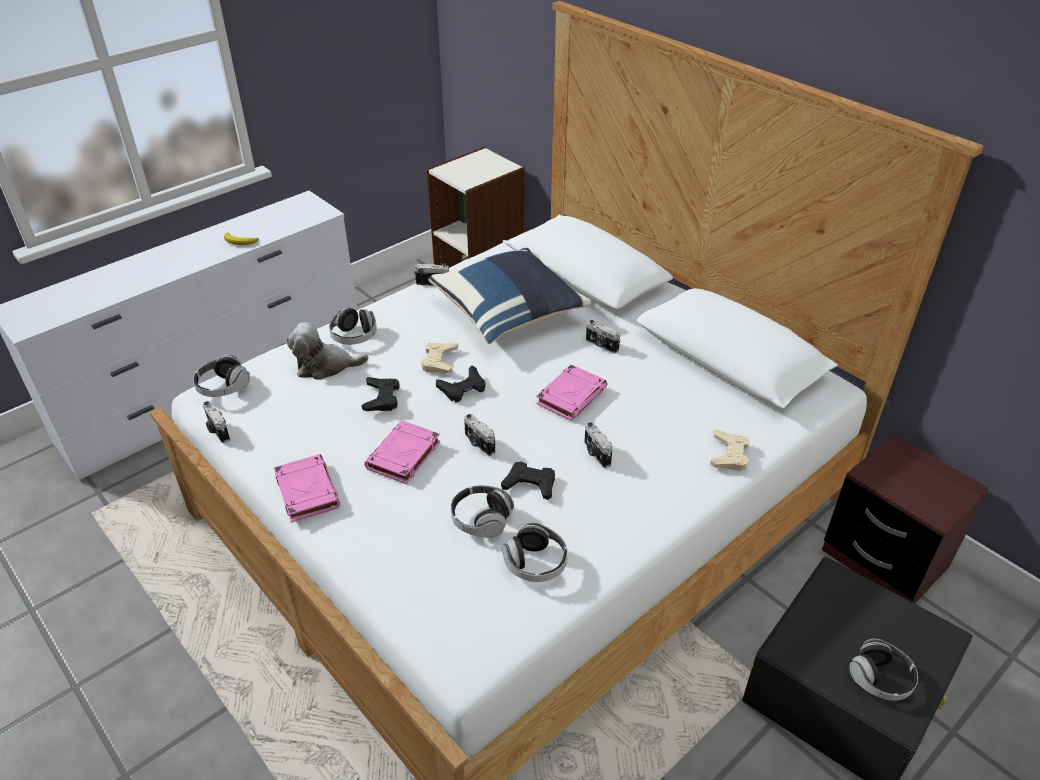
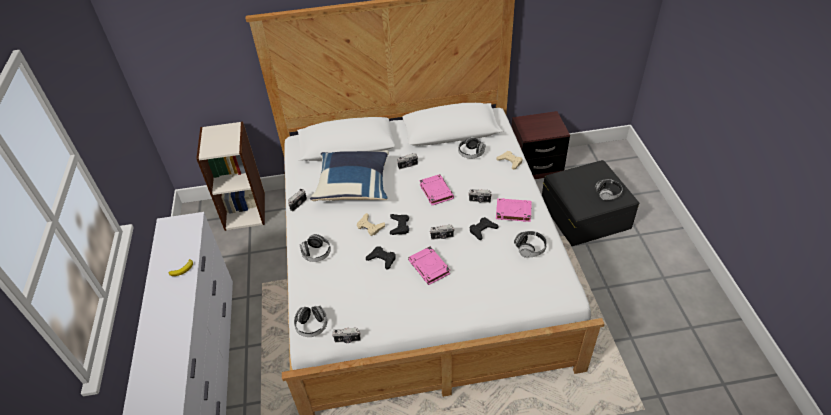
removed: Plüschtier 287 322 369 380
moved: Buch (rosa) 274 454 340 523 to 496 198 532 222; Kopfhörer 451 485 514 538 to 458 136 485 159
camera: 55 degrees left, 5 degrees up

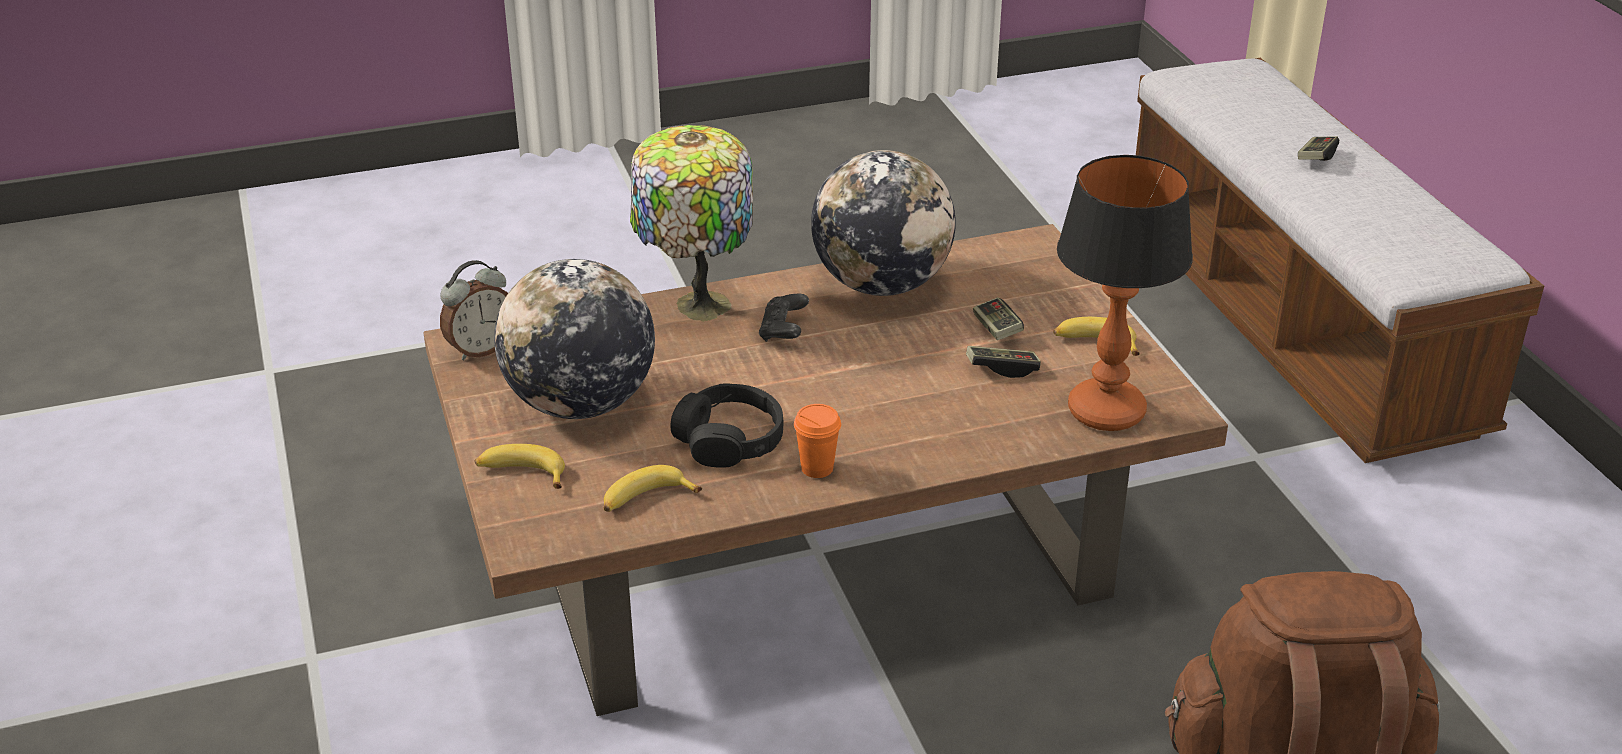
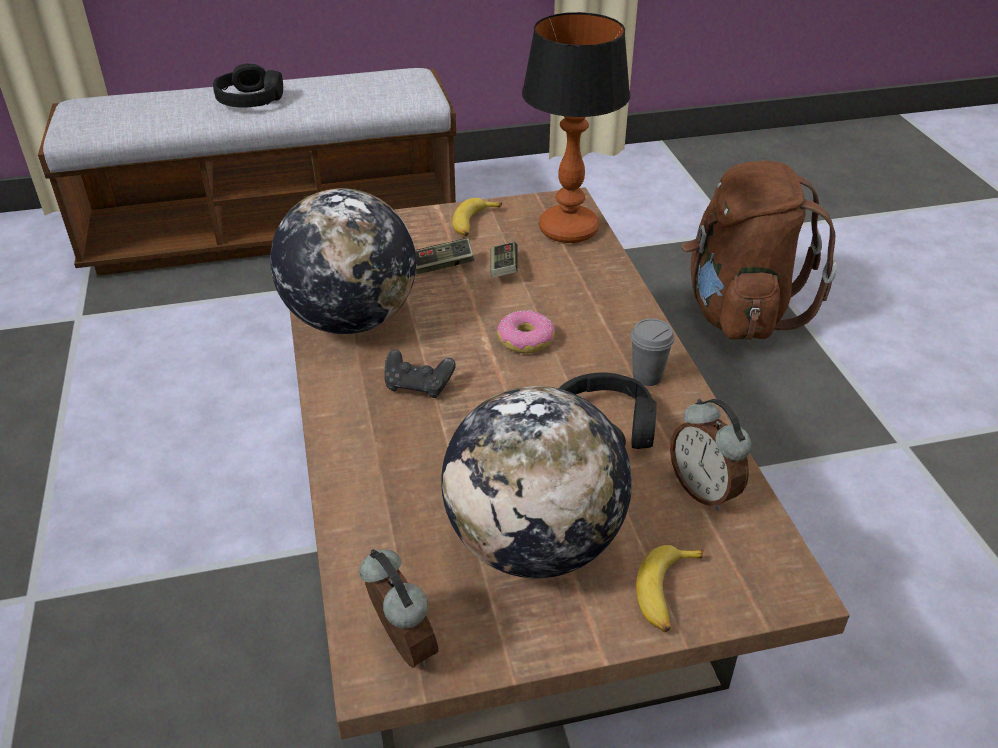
removed: Tischlampe 630 125 753 322
added: Donut 497 310 555 354
replaced: Gamepad 1298 136 1339 161 to Kopfhörer (schwarz) 213 63 283 108; Banane 604 465 702 512 to Wecker 670 399 752 511
recoloured: Tasse (orange) 794 404 841 478 to Tasse (grau) 630 319 675 386
camera: 85 degrees left, 5 degrees up

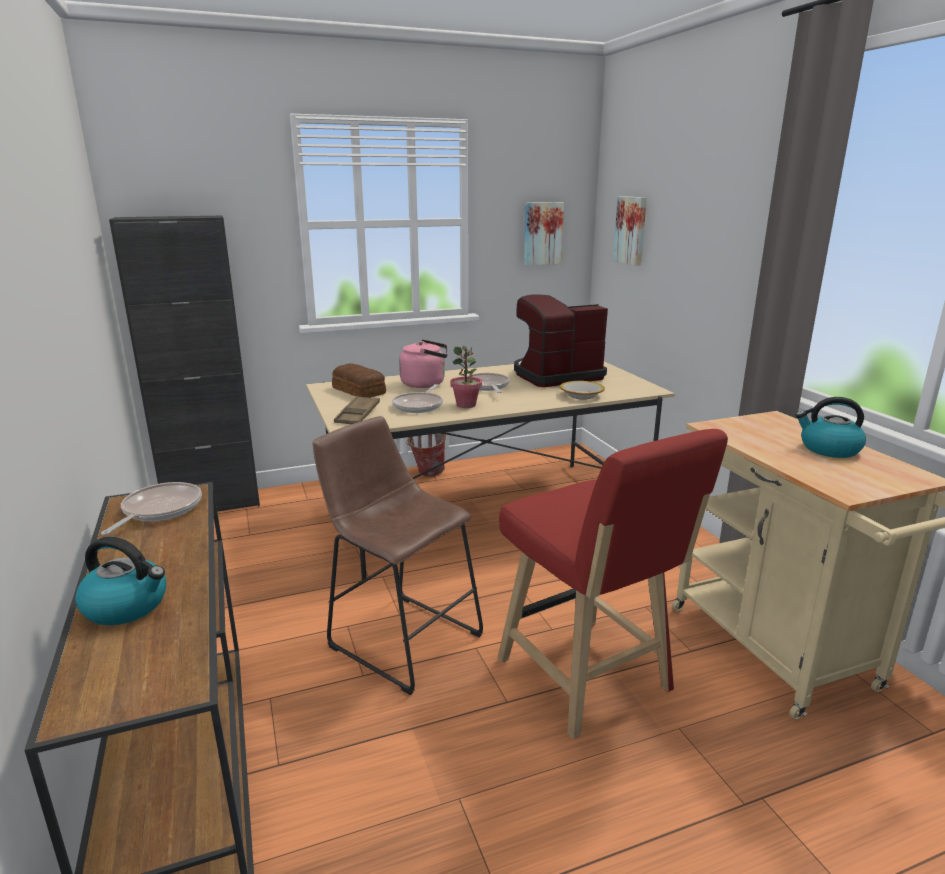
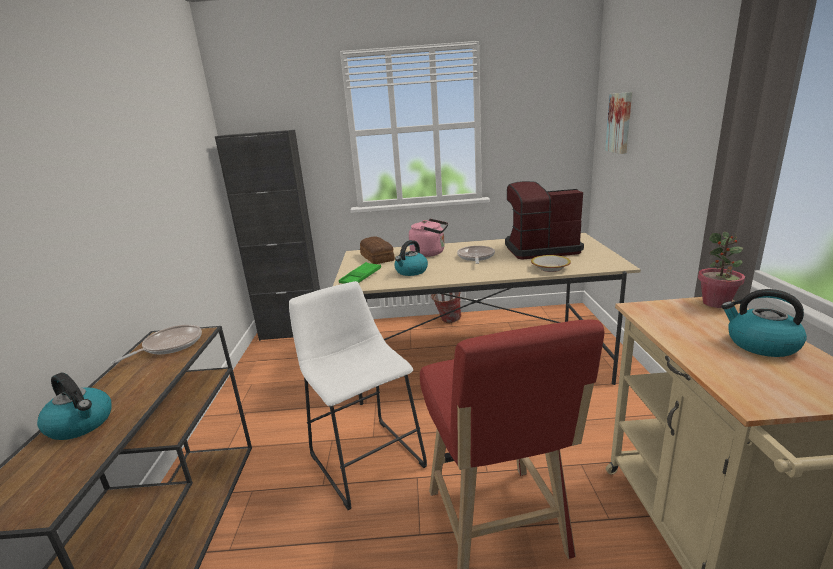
removed: Bild 524 202 564 265
moved: Topfpflanze 450 346 482 408 to 698 232 745 308
replaced: Pfanne 392 384 443 413 to Wasserkessel 394 240 428 276
recoloured: Tablett (braun) 334 396 380 424 to Tablett (grün) 339 262 381 284; Hocker (braun) 313 416 483 695 to Hocker (weiß) 289 281 427 510
camera: 20 degrees right, 0 degrees up

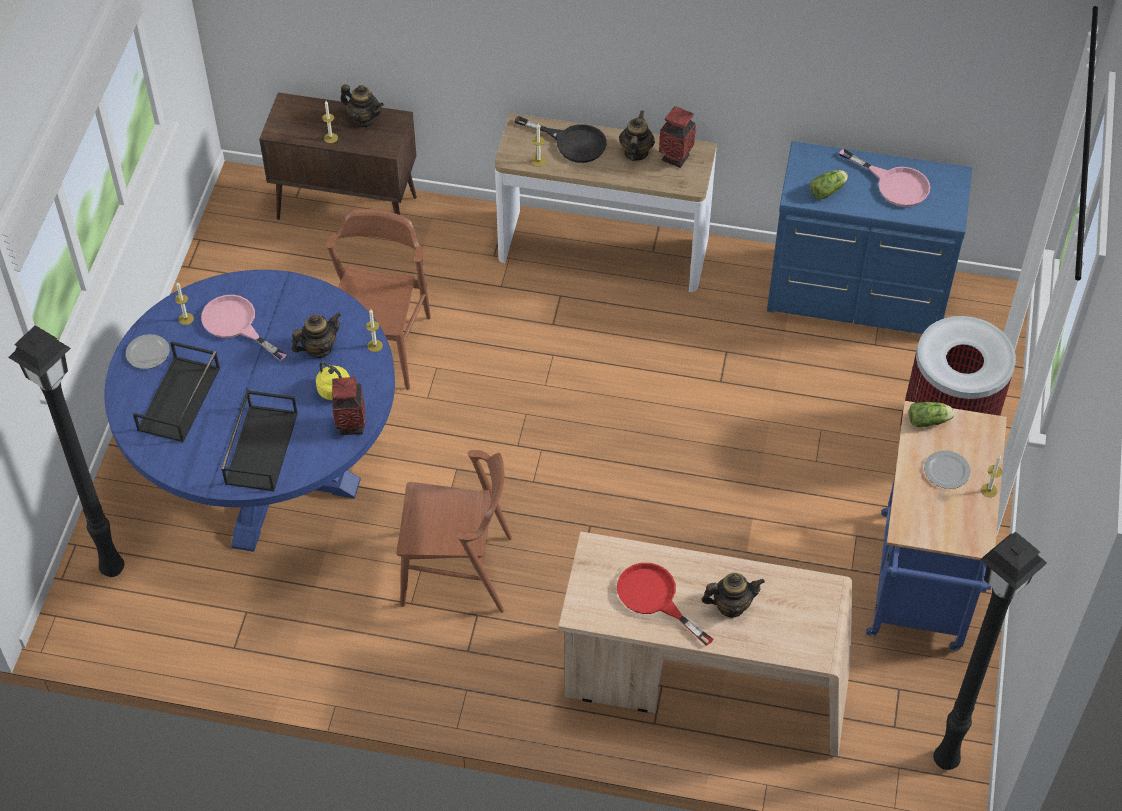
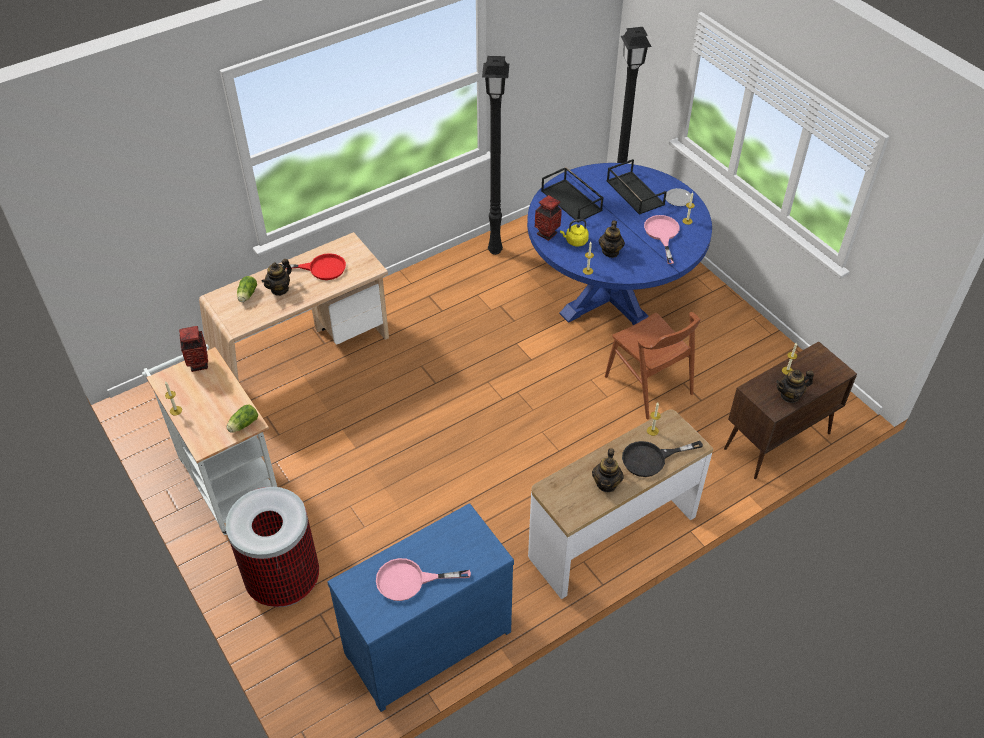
removed: Stuhl (braun) 396 450 512 613; Teller 924 450 971 489
moved: Vase 659 106 696 168 to 179 326 208 372; Salatkopf 810 170 848 199 to 237 276 257 302; Stehlampe (schwarz) 933 531 1047 770 to 482 56 509 255
recoloured: Rollwagen (blau) 866 401 1007 651 to Rollwagen (weiß) 142 344 277 535
turned: Teekanne 619 110 655 161 = 592 448 624 492 45 degrees clockwise; Pfanne (rosa) 201 295 287 361 = 644 215 680 264 90 degrees counterclockwise
camera: 135 degrees right, 5 degrees down

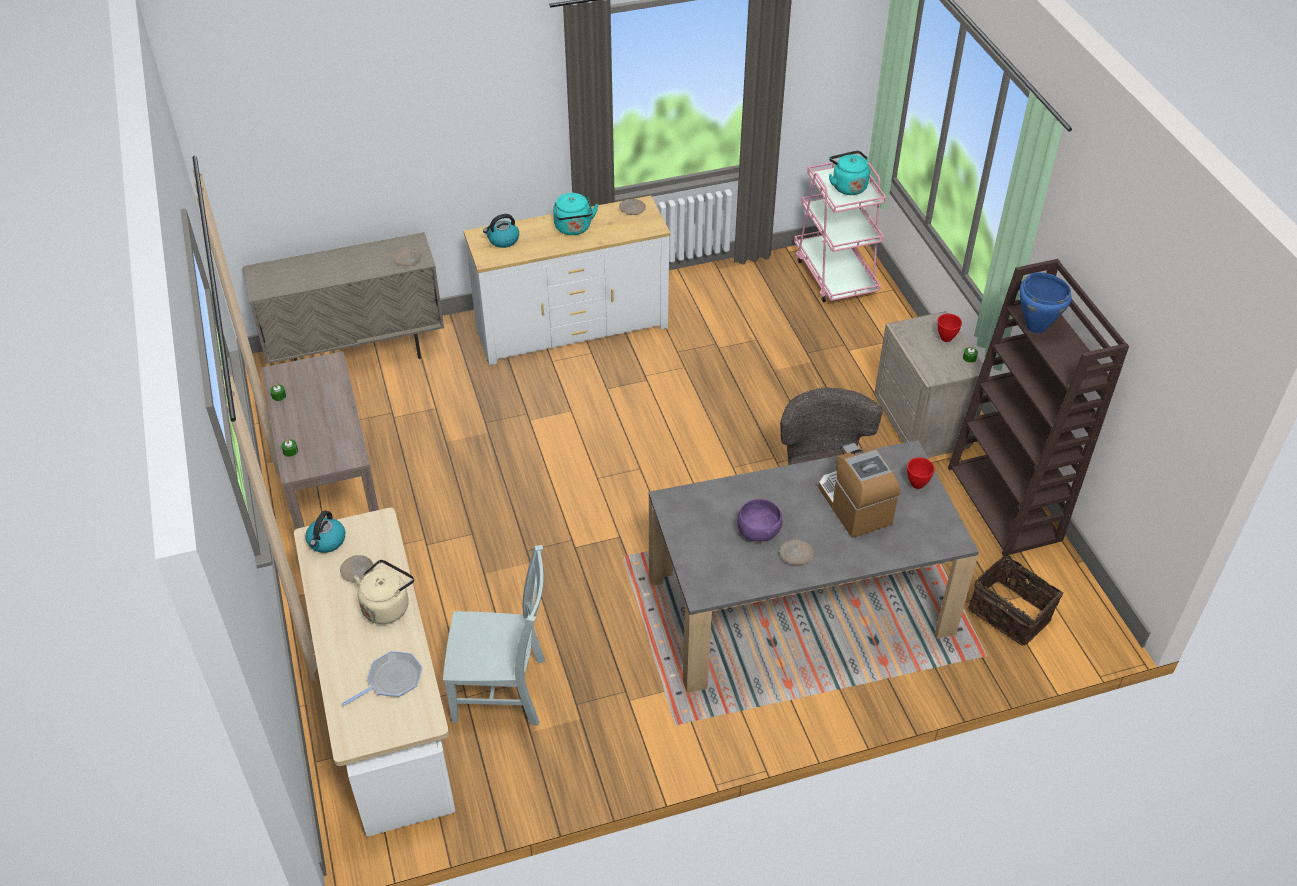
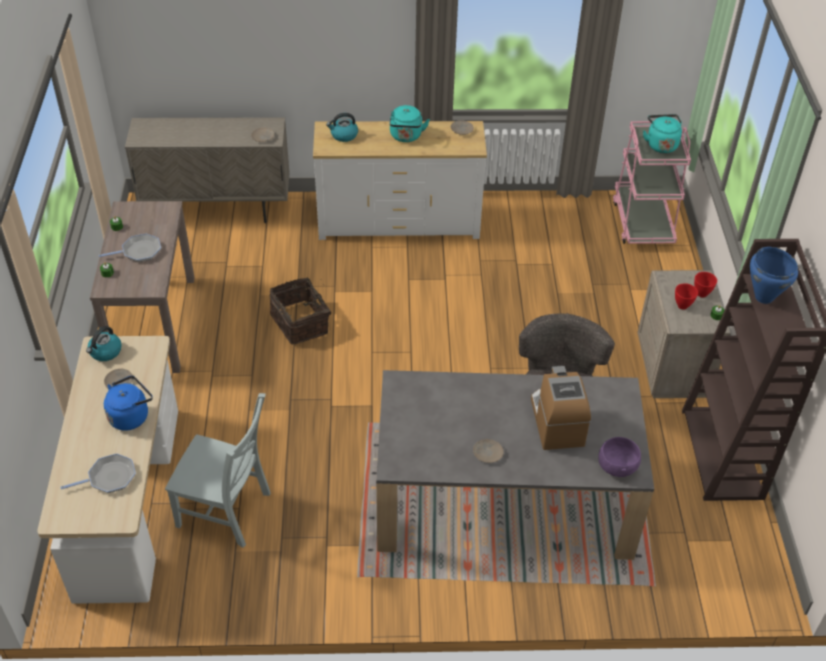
added: Pfanne 99 234 161 262
moved: Schüssel (rot) 907 457 935 489 to 675 283 698 310; Schüssel (lila) 737 499 783 542 to 598 437 641 477; Korb 968 552 1063 646 to 270 277 331 345
recoloured: Wasserkessel (beige) 354 560 414 624 to Wasserkessel (blau) 104 376 153 431
camera: 15 degrees right, 0 degrees up

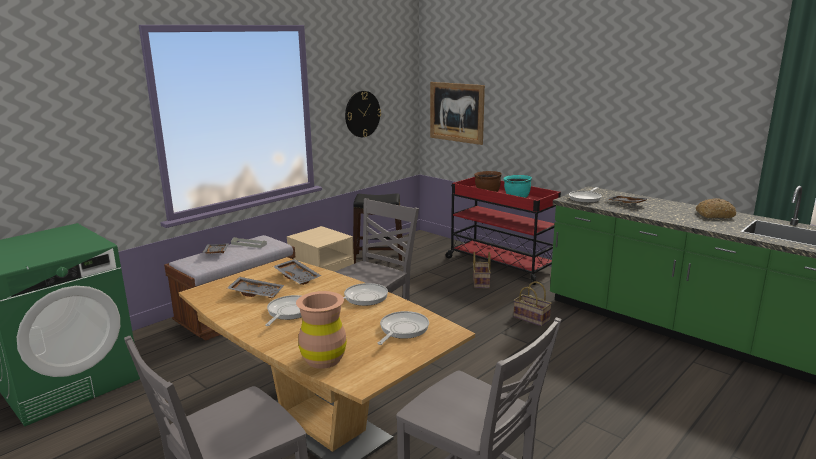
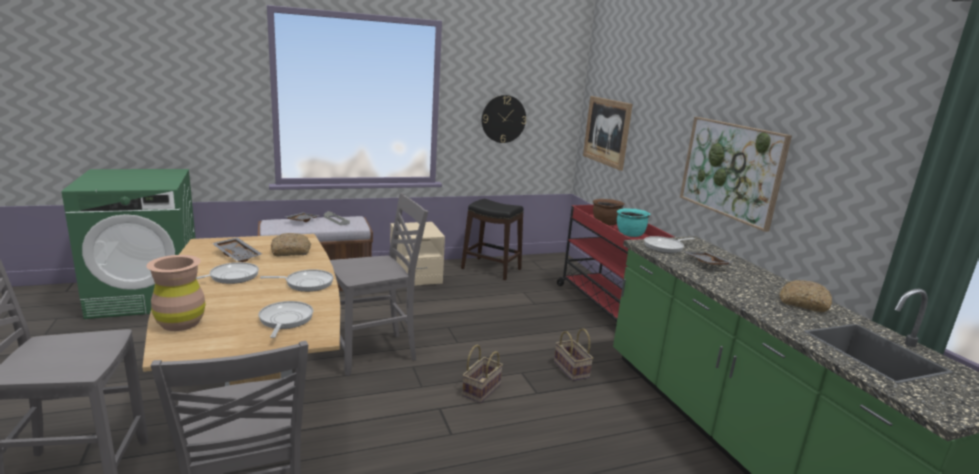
added: Bild 680 117 792 232
moved: Korb 473 252 491 288 to 462 345 503 403
replaced: Tablett (grau) 273 259 322 285 to Brot 271 233 311 256
turned: Pfanne 378 311 429 345 = 258 301 313 338 60 degrees counterclockwise
camera: 25 degrees right, 0 degrees up

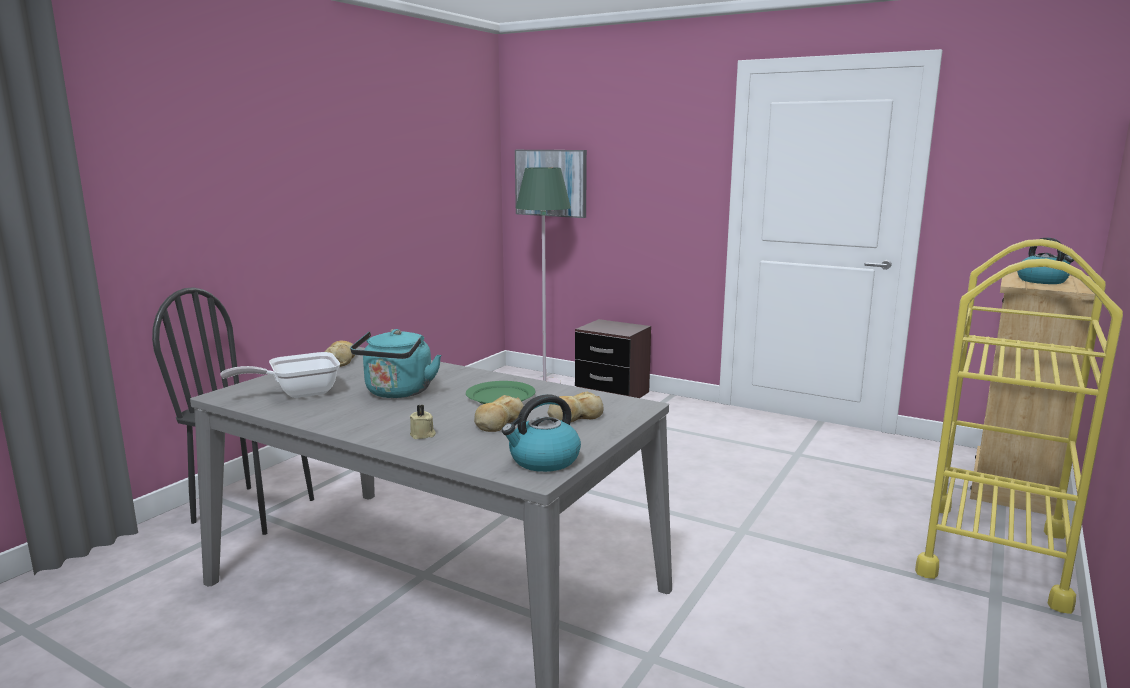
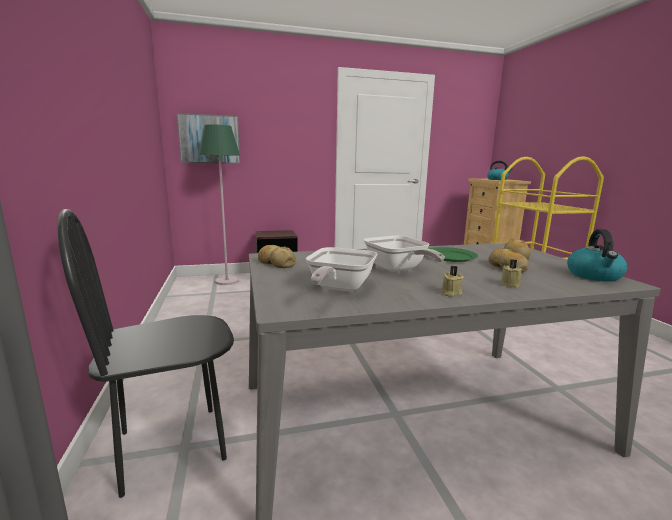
added: Kerze (beige) 441 266 464 297
replaced: Wasserkessel (türkis) 350 329 441 398 to Pfanne 364 235 445 272
camera: 45 degrees left, 0 degrees up

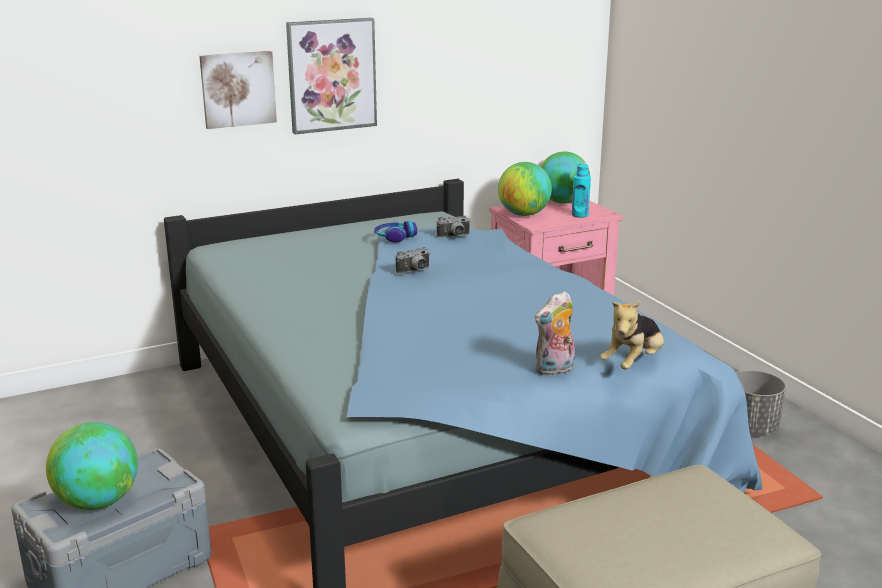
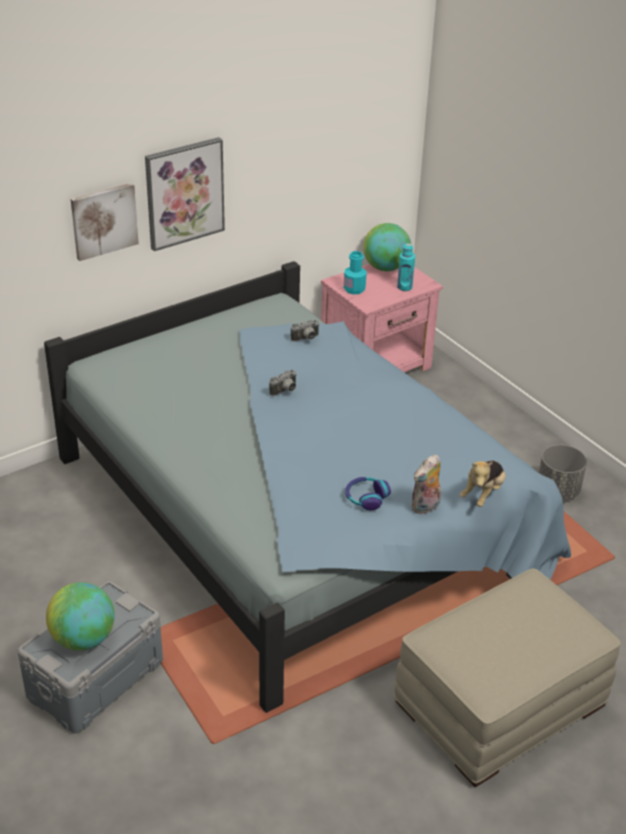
moved: Kopfhörer 374 221 417 243 to 345 477 391 510
replaced: Globus 498 162 552 216 to Flasche (türkis) 344 251 367 295
camera: 10 degrees left, 15 degrees up

